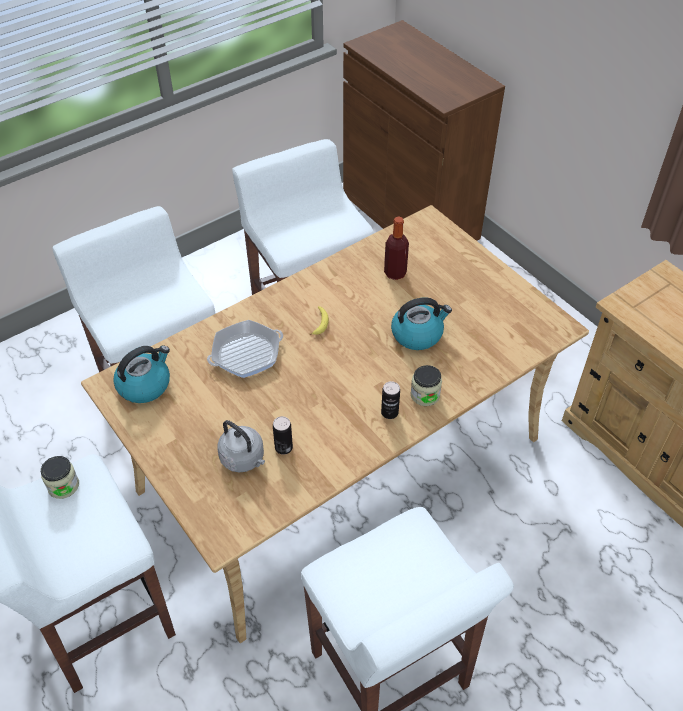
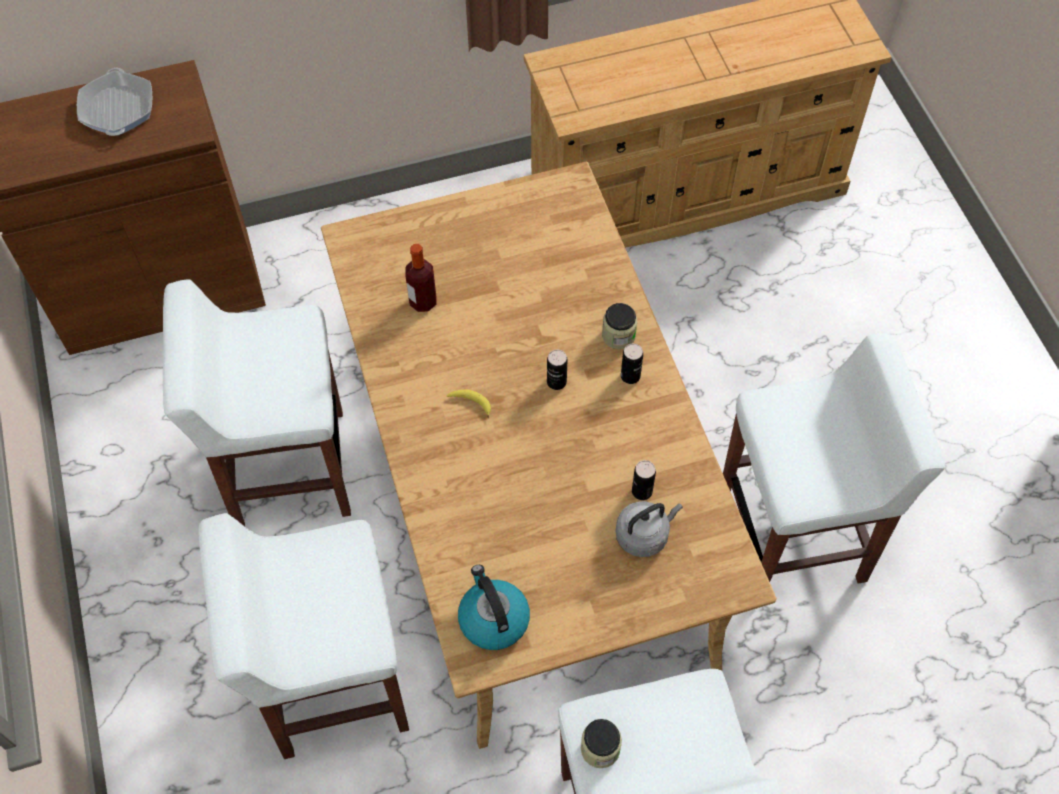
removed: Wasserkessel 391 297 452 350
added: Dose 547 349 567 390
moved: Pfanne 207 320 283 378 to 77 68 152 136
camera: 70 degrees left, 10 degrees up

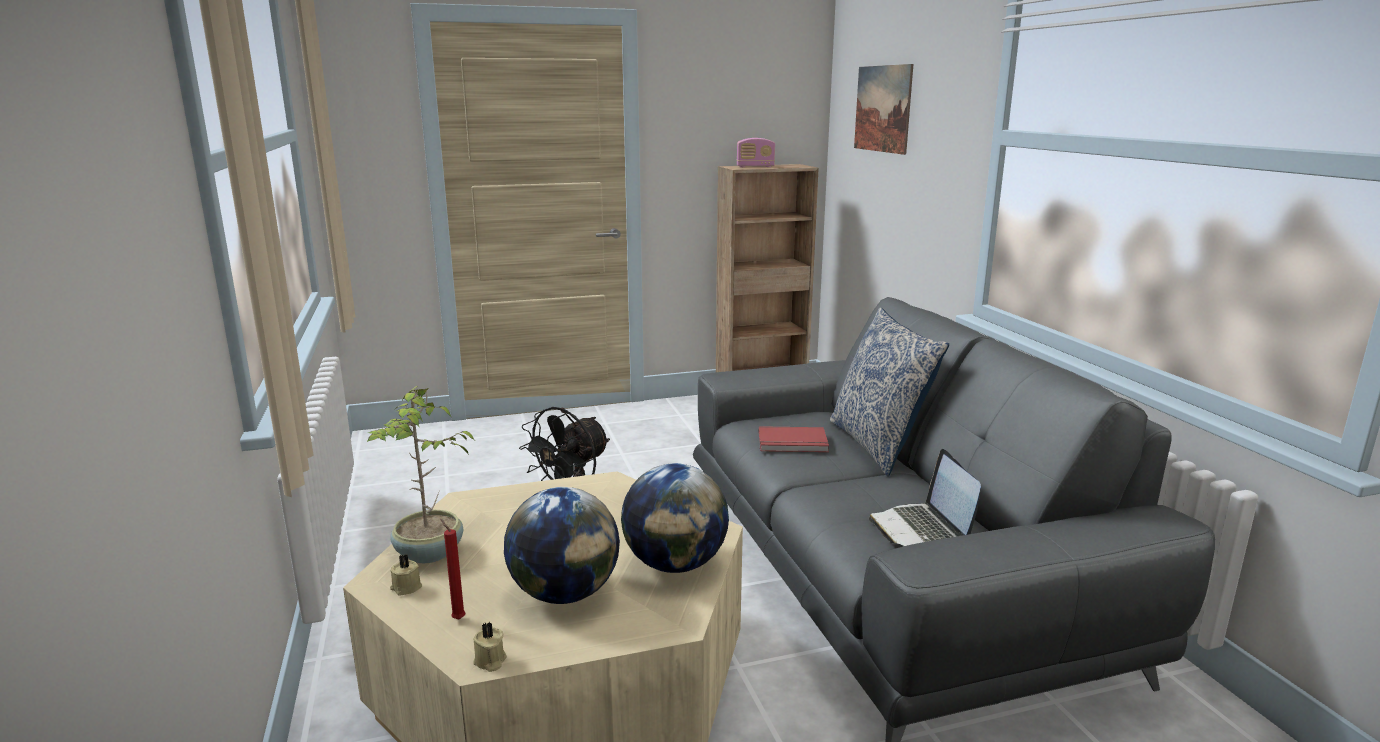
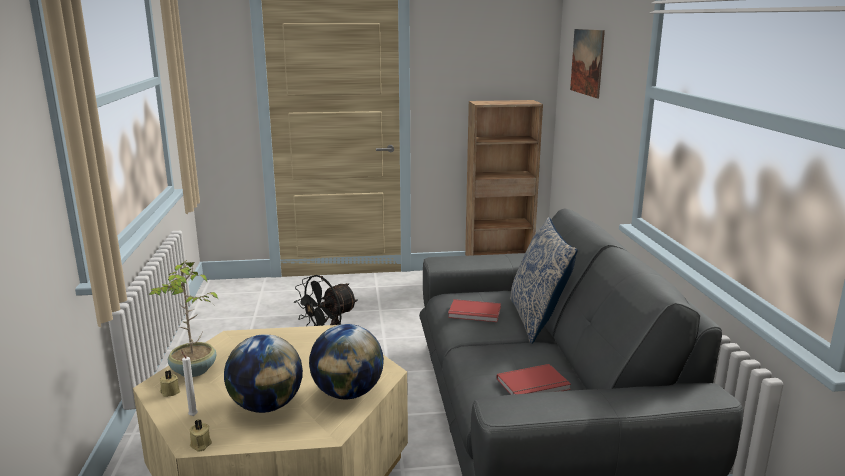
removed: Radio 737 138 775 167
replaced: Laptop 869 449 981 546 to Buch (rot) 497 364 571 395
recoloured: Kerze (rot) 440 519 465 620 to Kerze (weiß) 181 349 198 416
camera: 10 degrees right, 0 degrees up

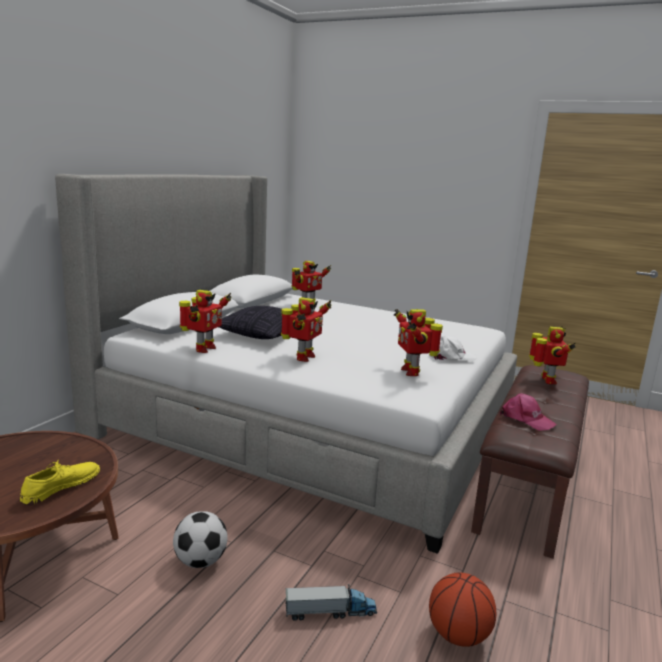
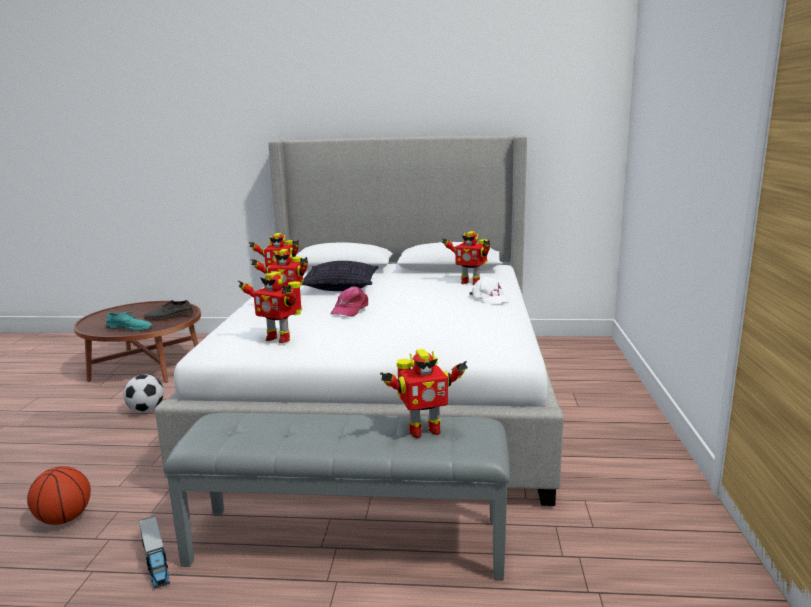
added: Schuh (grau) 144 300 194 320
moved: Kappe (weiß) 429 336 477 362 to 469 276 510 305; Kappe (rosa) 500 393 557 431 to 330 286 368 317; Spielzeuglaster 285 584 377 621 to 139 515 170 589
recoloured: Bank (braun) 471 365 589 559 to Bank (grau) 164 412 510 580; Schuh (gelb) 20 460 100 505 to Schuh (türkis) 106 312 153 331
turned: Spielzeugroboter 394 309 443 376 = 238 271 302 343 120 degrees counterclockwise
camera: 70 degrees right, 0 degrees up

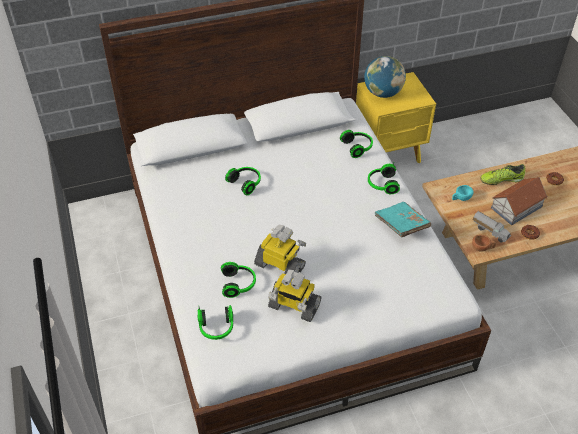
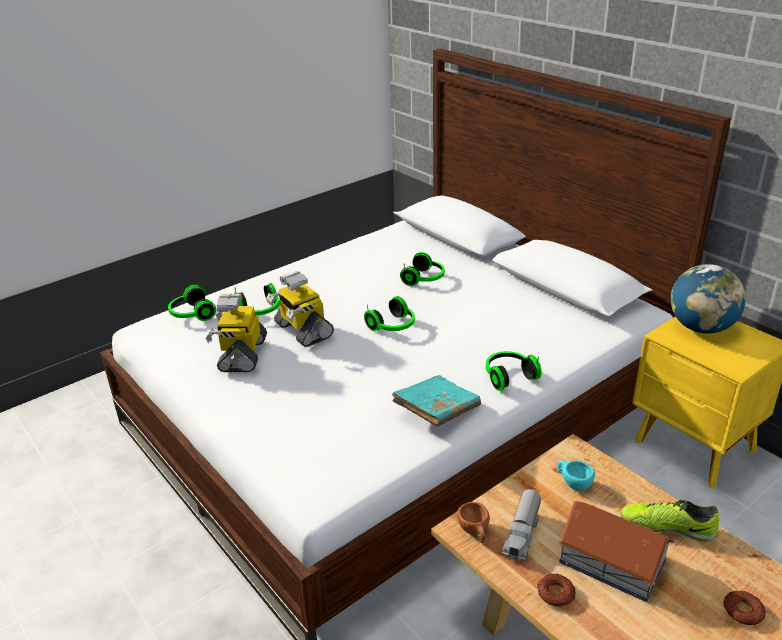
moved: Kopfhörer 340 130 373 158 to 364 296 415 332
turned: Schuh 480 164 525 185 = 620 500 719 542 45 degrees counterclockwise; Spielzeugroboter 254 225 306 274 = 266 271 334 347 135 degrees clockwise
camera: 70 degrees right, 15 degrees down

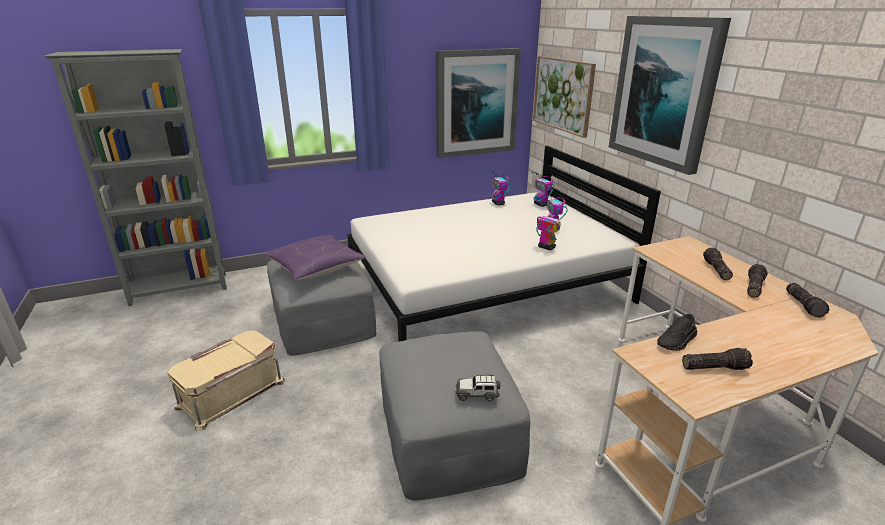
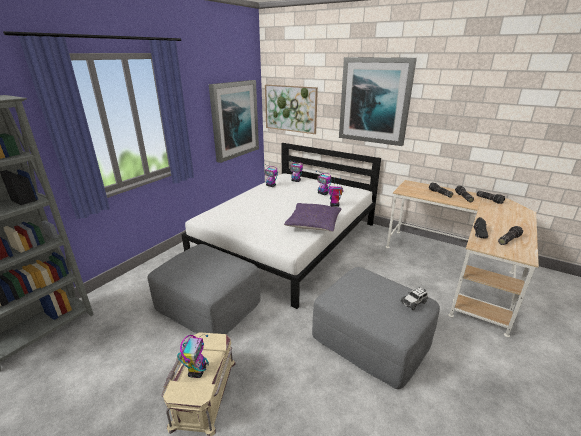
added: Spielzeugroboter 177 335 209 378
moved: Kissen (lila) 265 235 366 280 to 284 203 342 232
camera: 35 degrees left, 0 degrees up

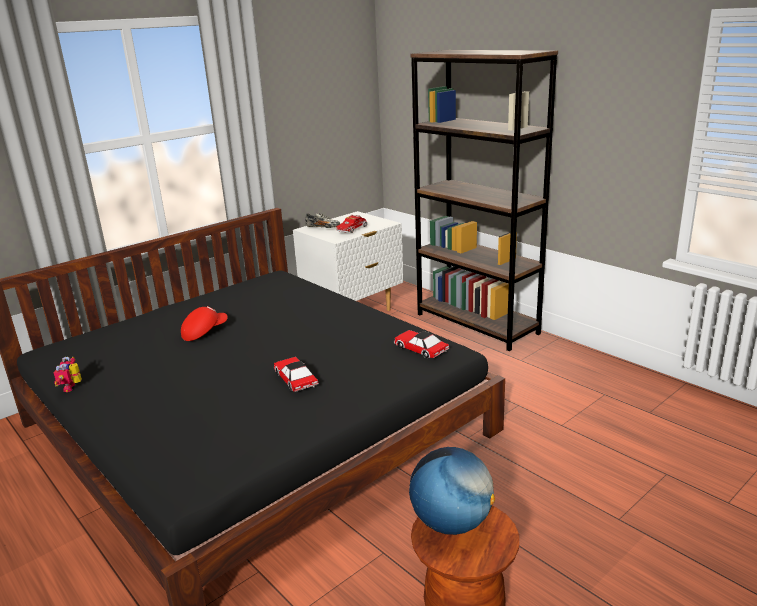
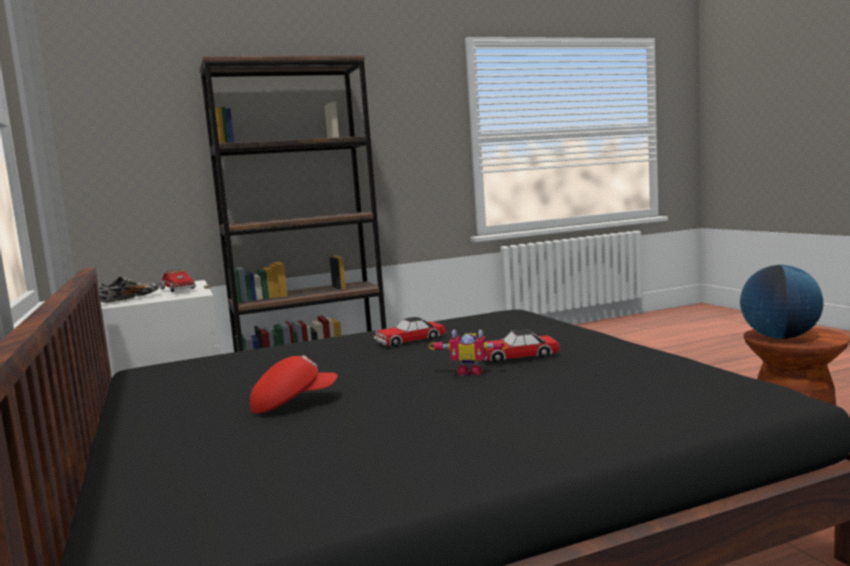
moved: Spielzeugauto 394 330 449 358 to 374 317 446 347; Spielzeugroboter 54 357 82 392 to 429 329 509 375
turned: Kappe (rot) 181 306 228 341 = 250 355 337 413 90 degrees clockwise
camera: 70 degrees left, 15 degrees down

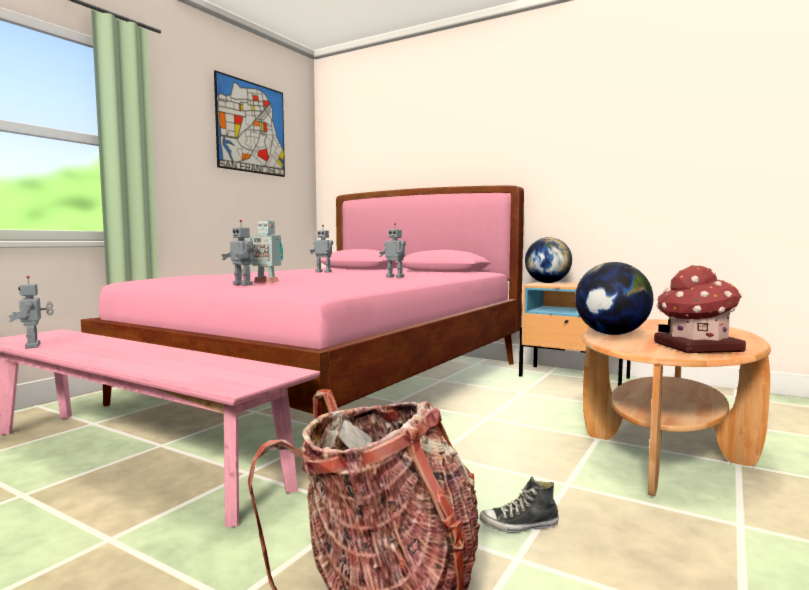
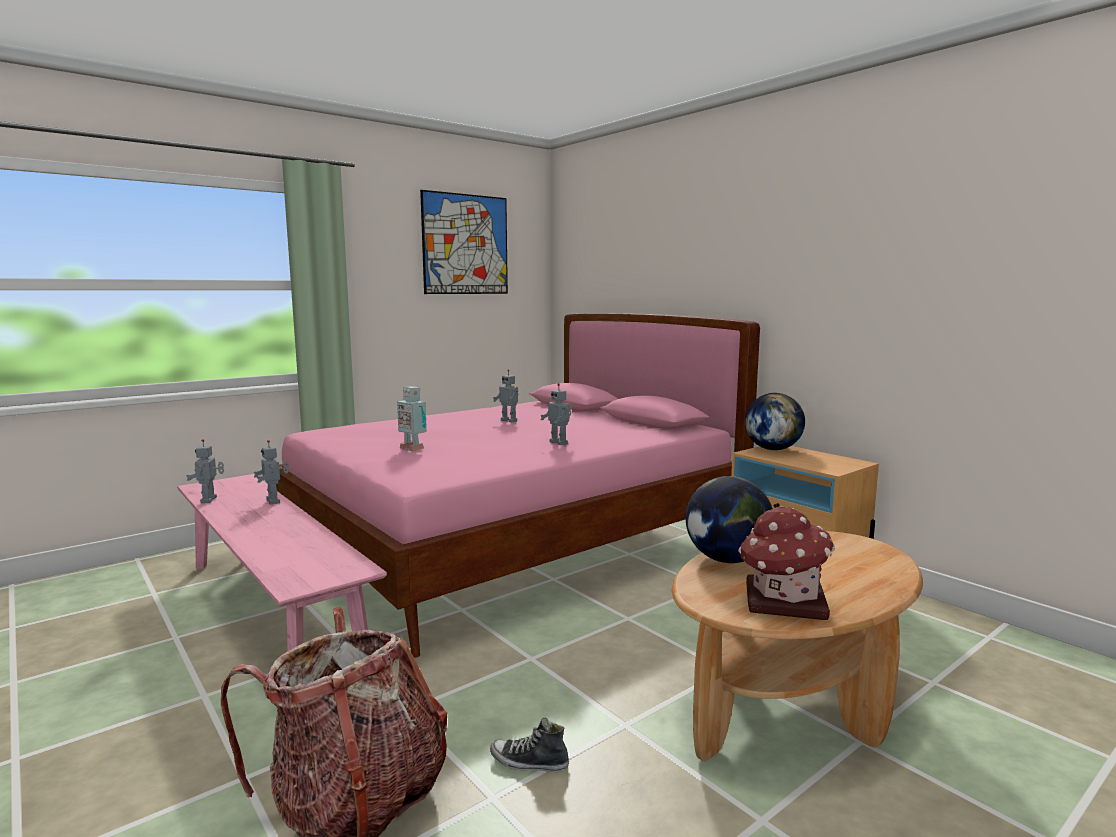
moved: Spielzeugroboter 221 220 257 286 to 254 440 289 505
camera: 20 degrees right, 5 degrees up

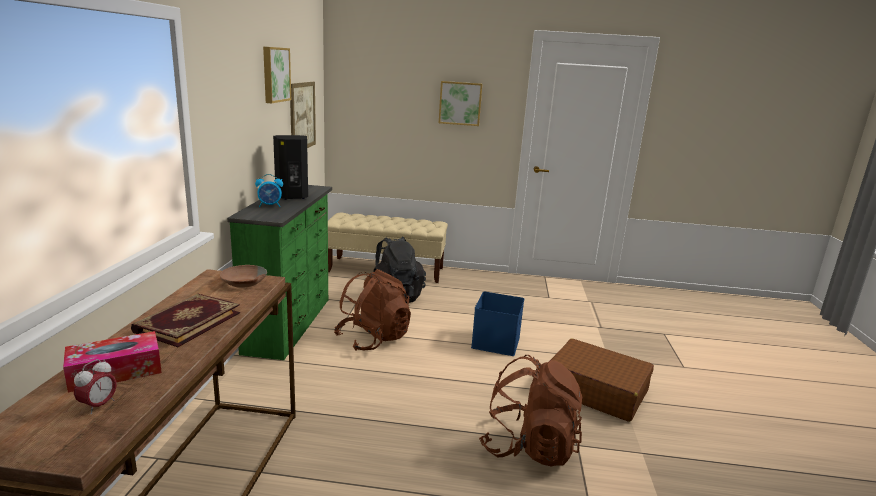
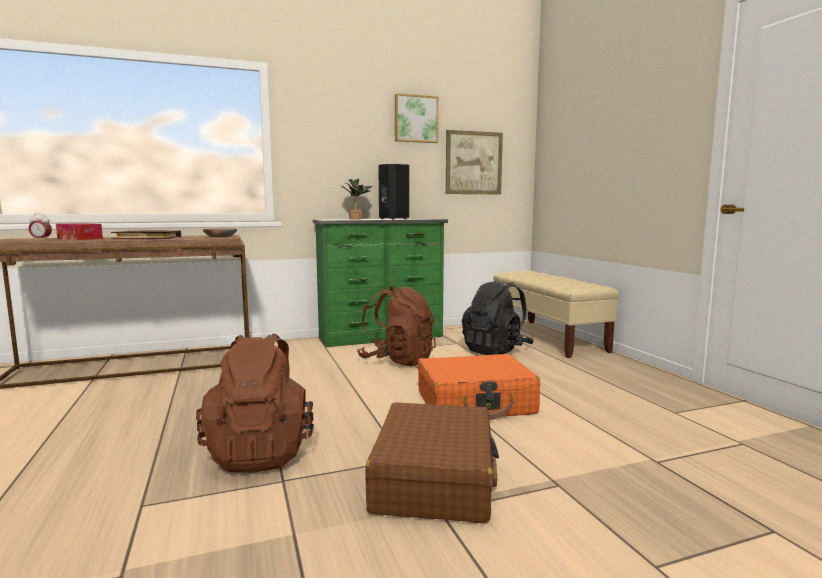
removed: Bild 439 81 482 126
replaced: Wecker 255 174 283 207 to Topfpflanze 342 179 373 219; Aufbewahrungsbox (blau) 471 292 524 356 to Koffer (orange) 418 354 540 420
camera: 65 degrees right, 10 degrees down

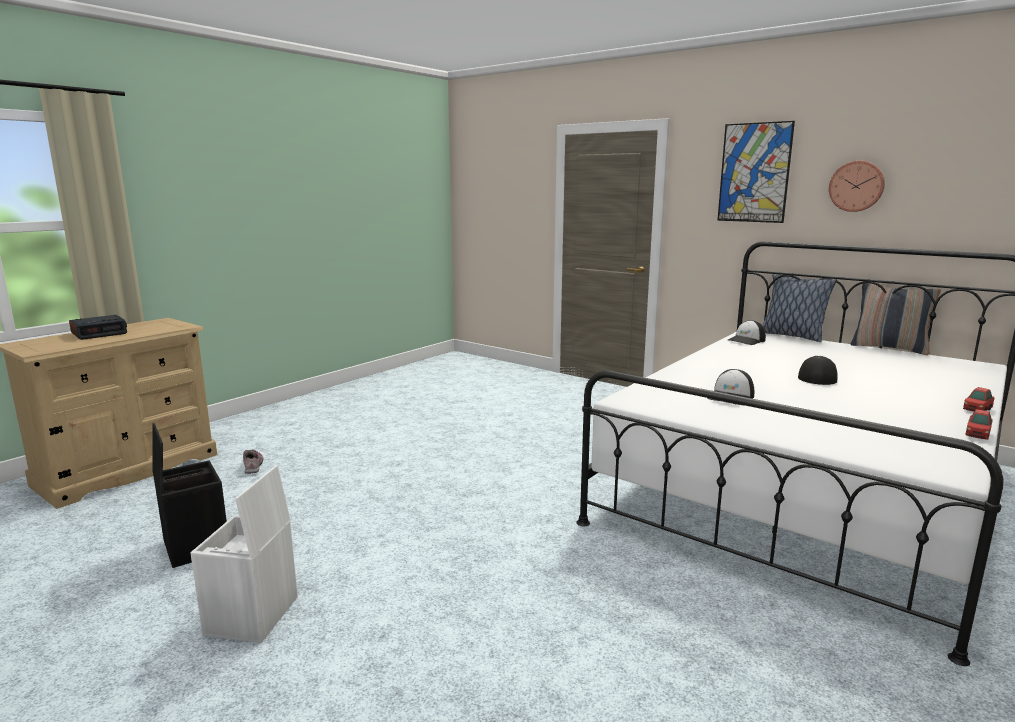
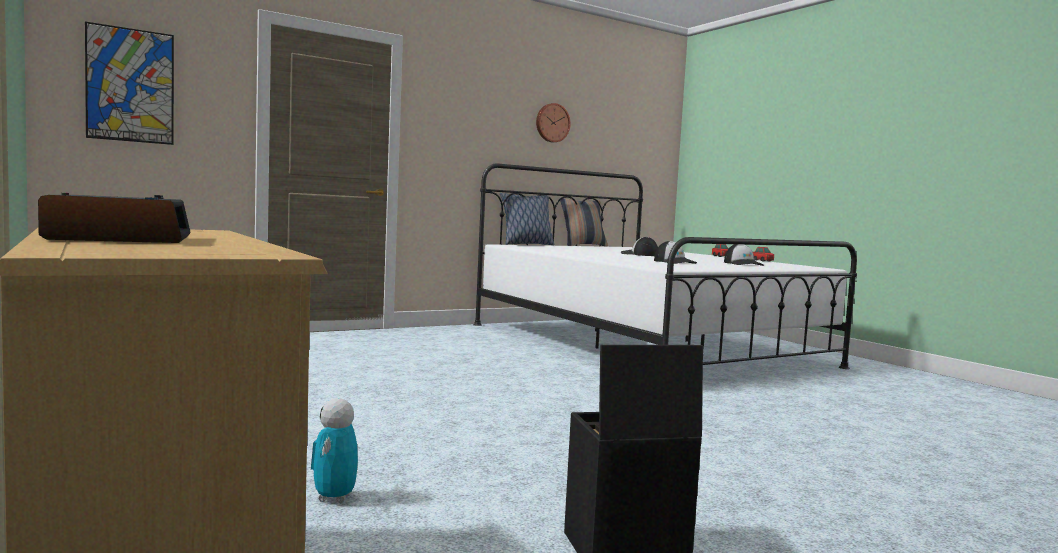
removed: Aufbewahrungsbox (weiß) 190 465 298 643
moved: Bild 717 121 795 223 to 85 22 174 145; Kappe 728 320 766 345 to 724 244 764 266
replaced: Schuh 243 450 264 474 to Spielzeugroboter 311 398 358 503
camera: 70 degrees left, 10 degrees down

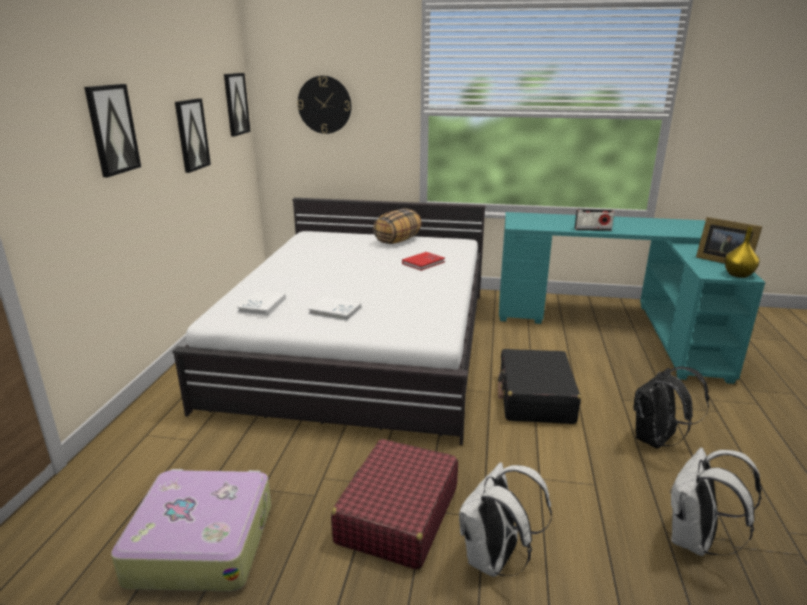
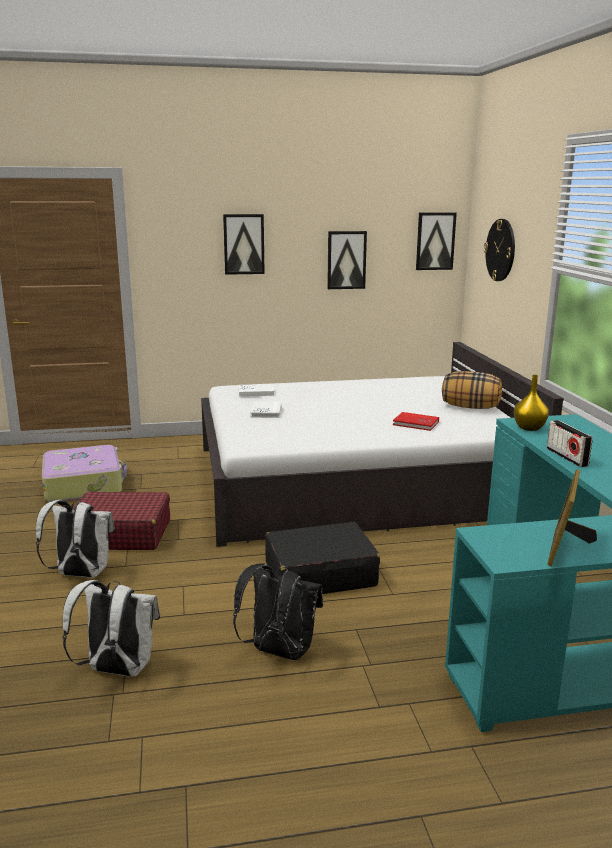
moved: Vase (gelb) 724 227 760 278 to 514 375 549 431
camera: 70 degrees right, 5 degrees down

